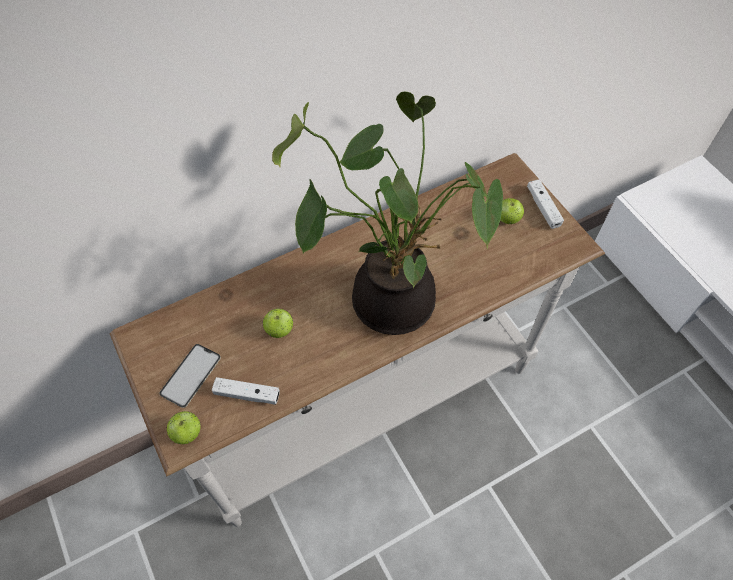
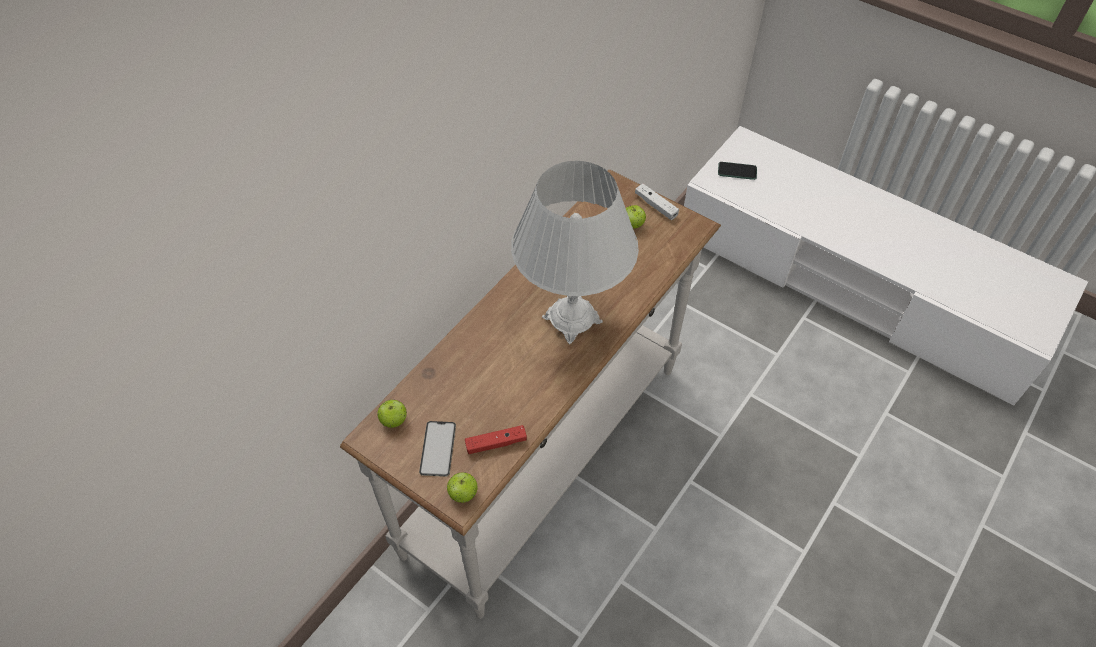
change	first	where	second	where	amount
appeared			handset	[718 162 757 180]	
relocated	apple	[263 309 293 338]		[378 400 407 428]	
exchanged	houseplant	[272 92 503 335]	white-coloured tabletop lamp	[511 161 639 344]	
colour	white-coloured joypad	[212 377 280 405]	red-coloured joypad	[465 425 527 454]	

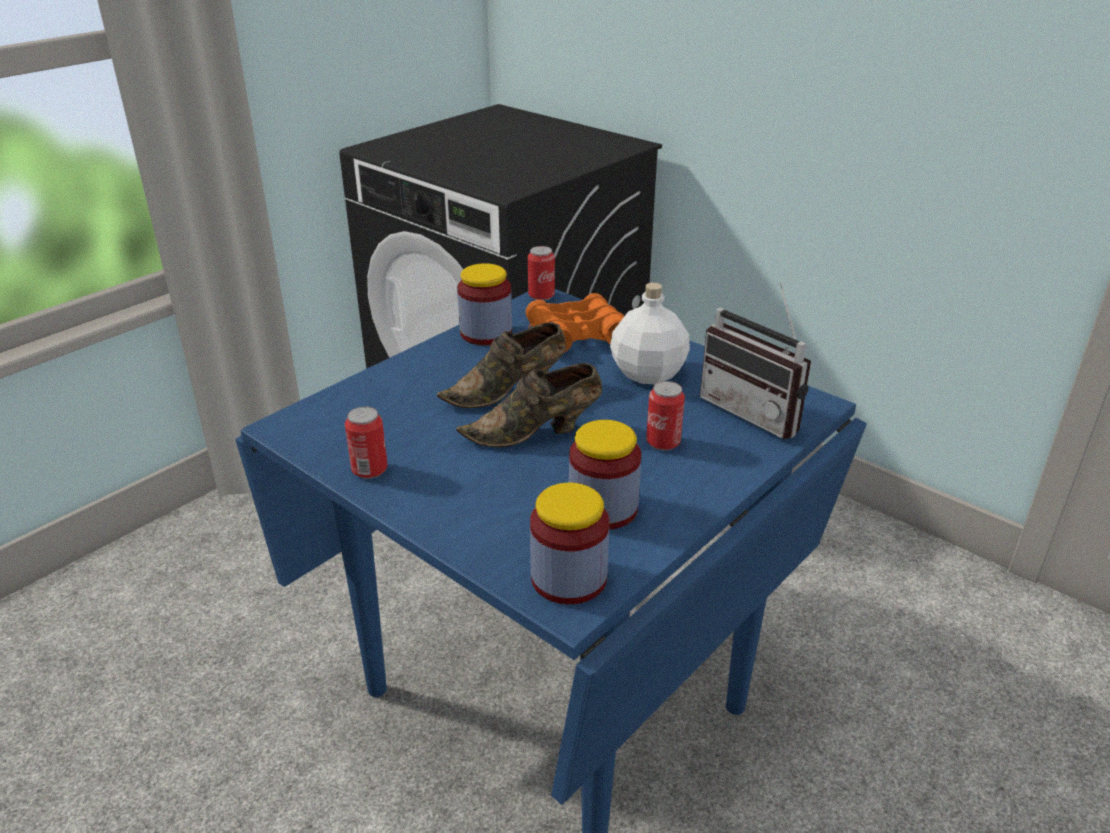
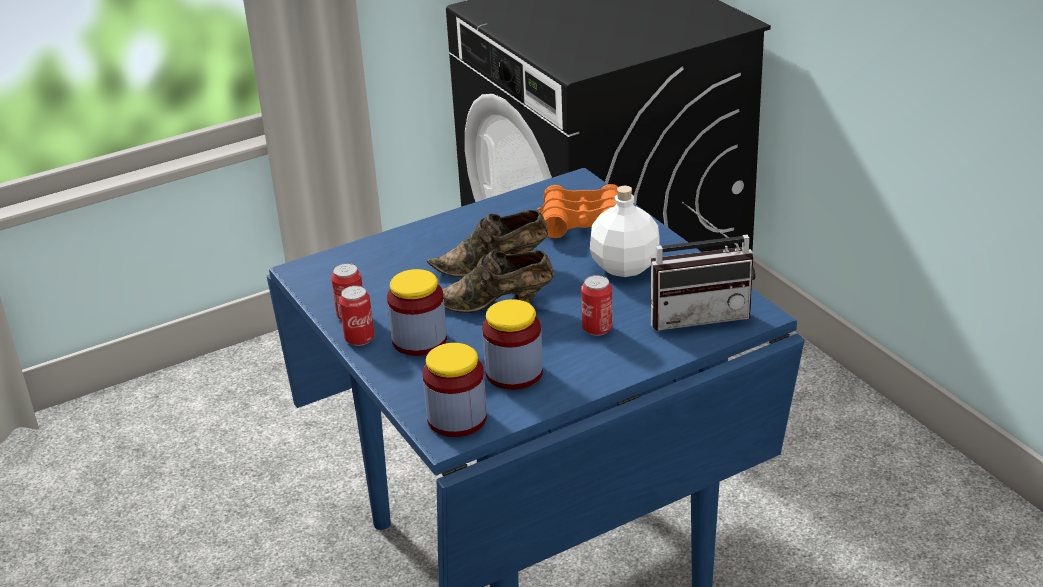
change	first	where	second	where	amount
relocated	preserve jar	[457 263 512 345]		[387 269 447 356]	
relocated	can	[528 246 555 301]		[339 285 375 346]	
spun	radio	[700 283 811 439]		[651 201 756 331]	75 degrees counterclockwise

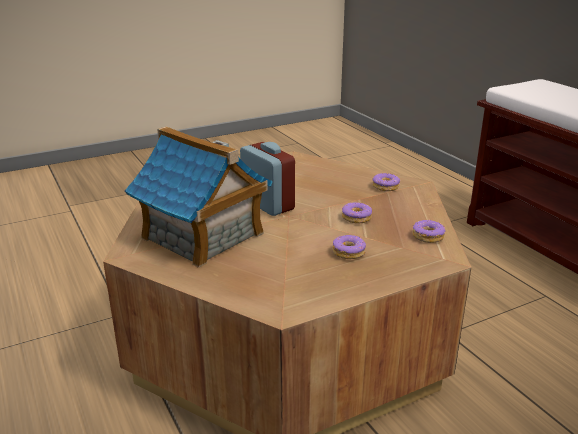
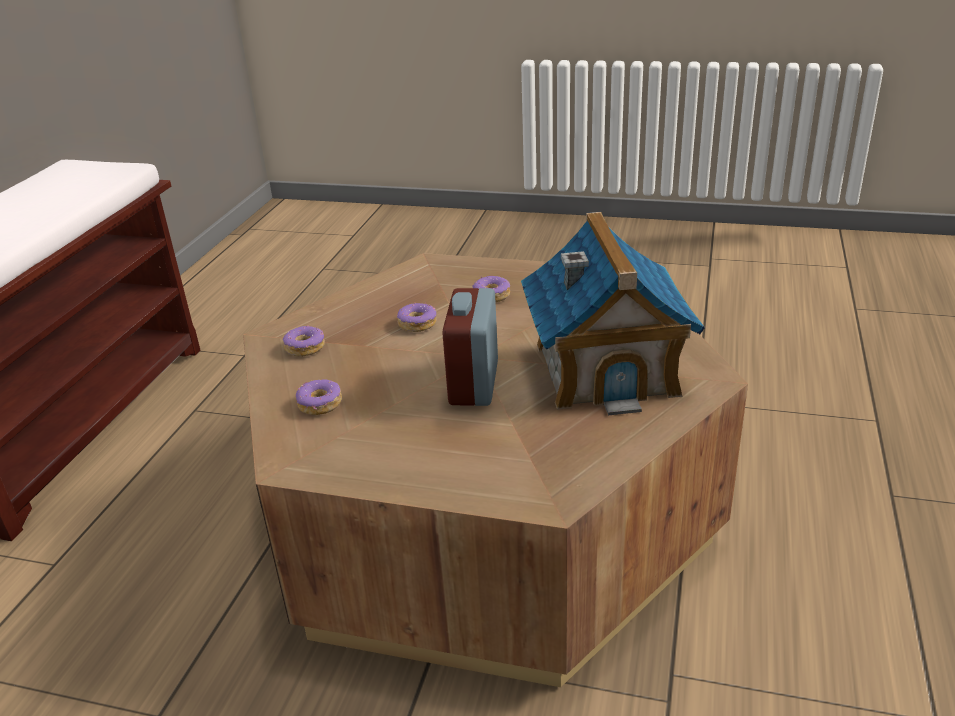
change	first	where	second	where	amount
relocated	ring doughnut	[412 220 445 243]		[295 379 342 415]	

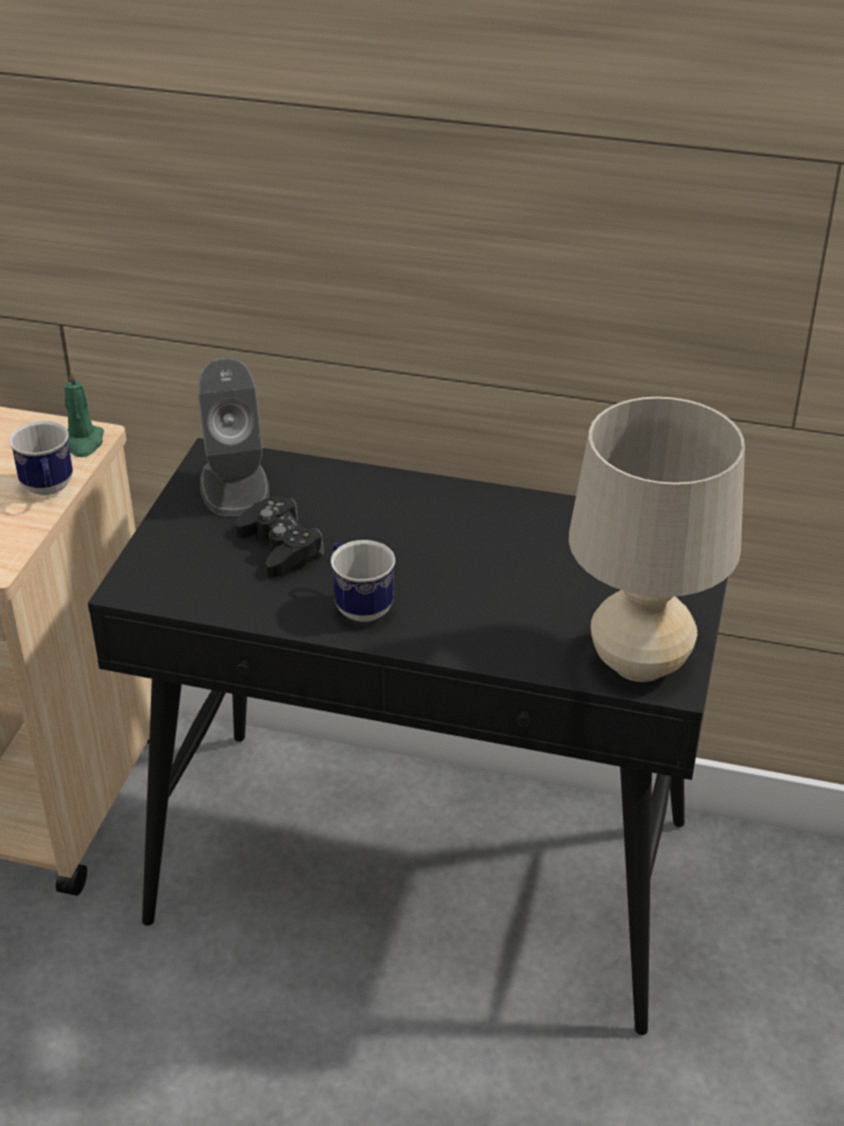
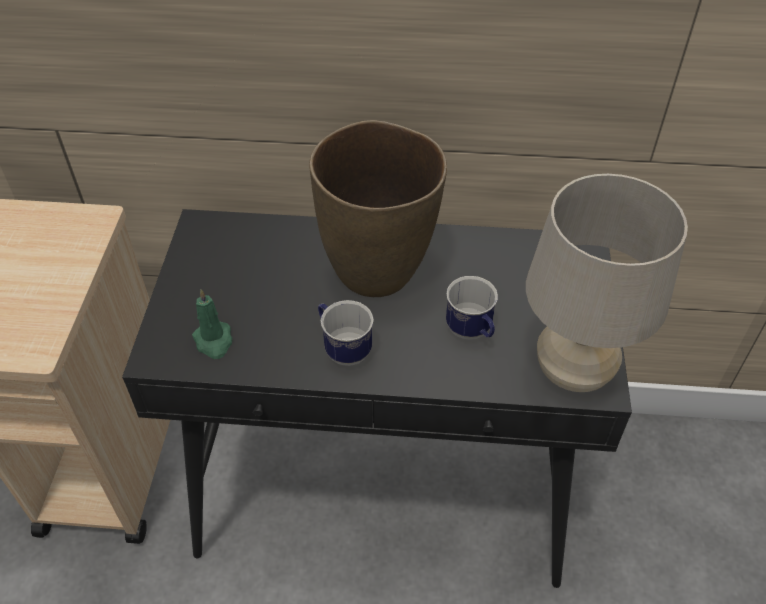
change	first	where	second	where	amount
missing	greyish speaker	[198 358 270 516]			
missing	black-coloured joypad	[235 497 324 578]			
appeared			brown vase	[309 120 447 297]	
relocated	coffee mug	[9 420 73 495]		[446 276 498 340]	
relocated	green-coloured wax light	[64 369 104 457]		[192 289 232 359]	

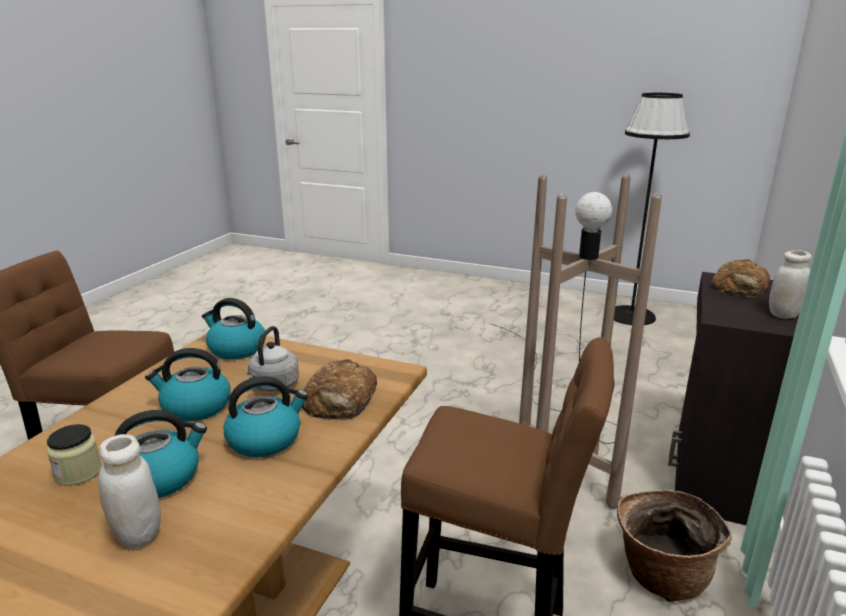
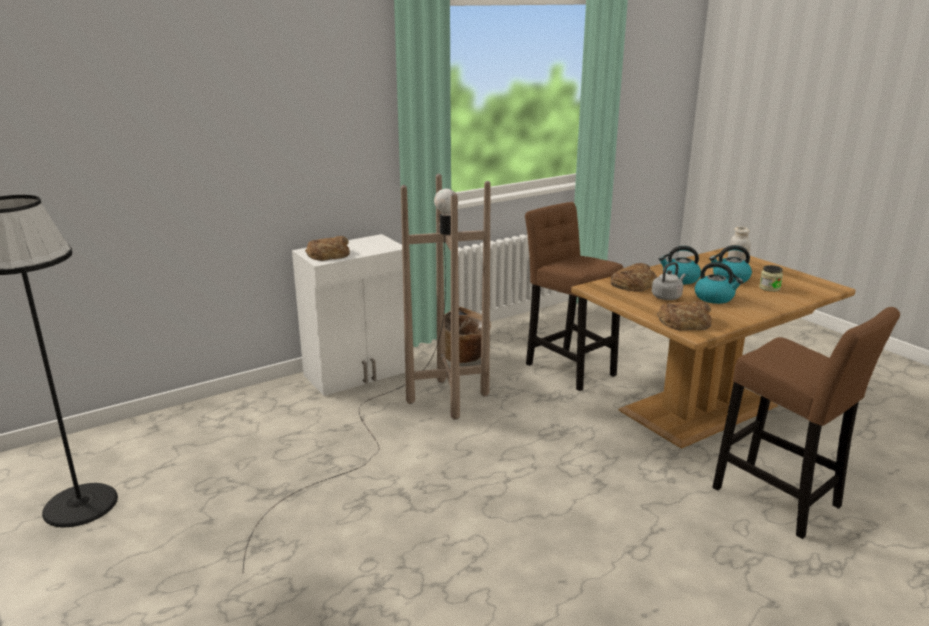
change	first	where	second	where	amount
missing	white-coloured preserve jar	[769 250 812 319]			
exchanged	kettle	[202 298 266 360]	bakery bread	[657 301 712 330]	
colour	black-coloured storage cabinet	[668 272 799 525]	white-coloured storage cabinet	[292 234 405 396]	

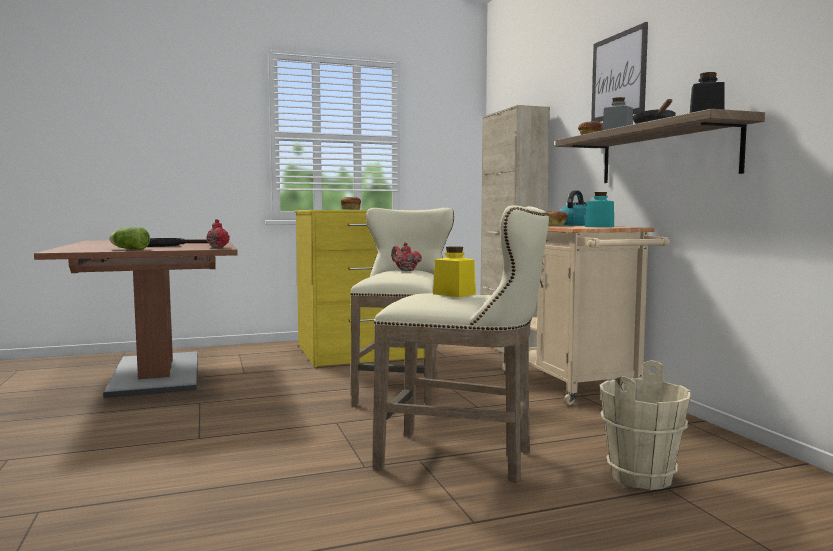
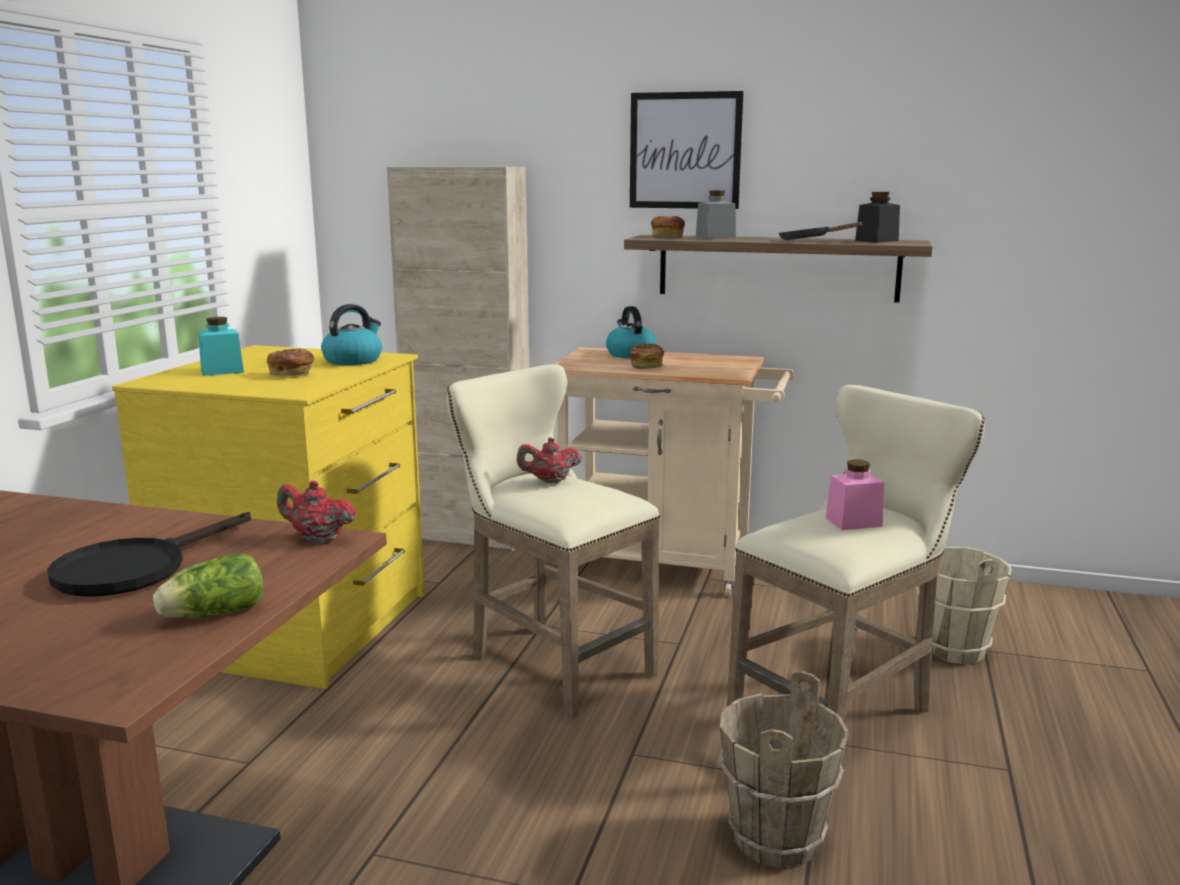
change	first	where	second	where	amount
appeared			kettle	[321 304 382 365]	
appeared			brown bucket	[720 671 849 868]	
relocated	turquoise preserve jar	[585 192 614 227]		[198 317 244 376]	
colour	yellow-coloured preserve jar	[433 246 476 297]	pink preserve jar	[826 459 884 530]	

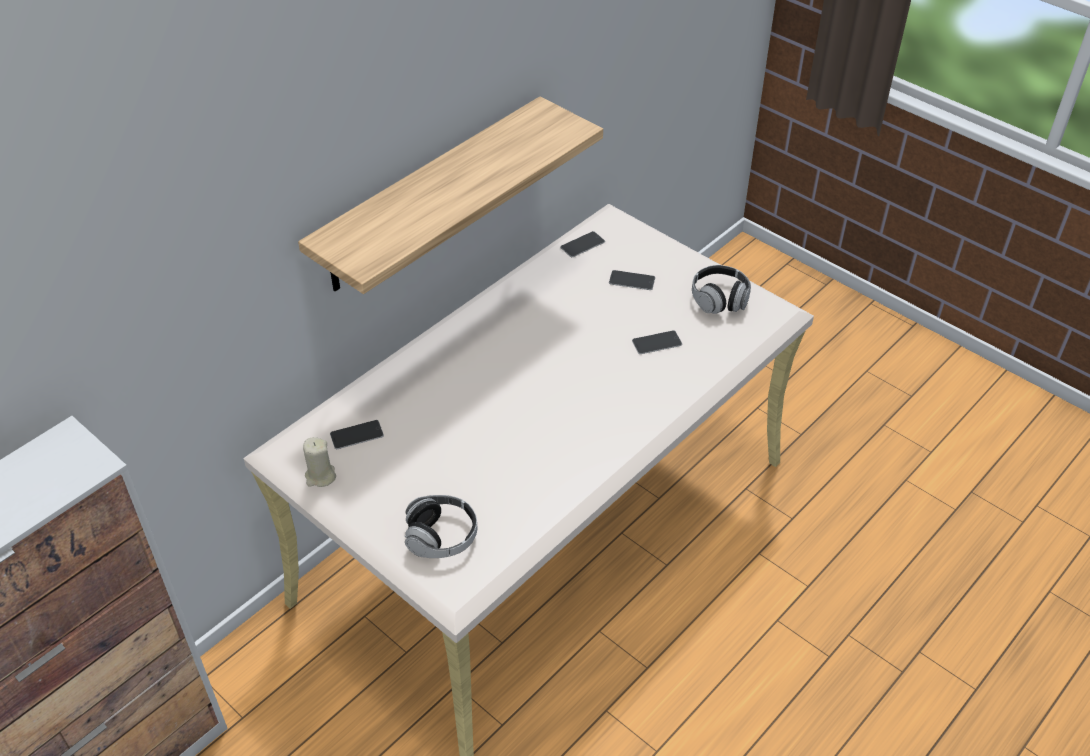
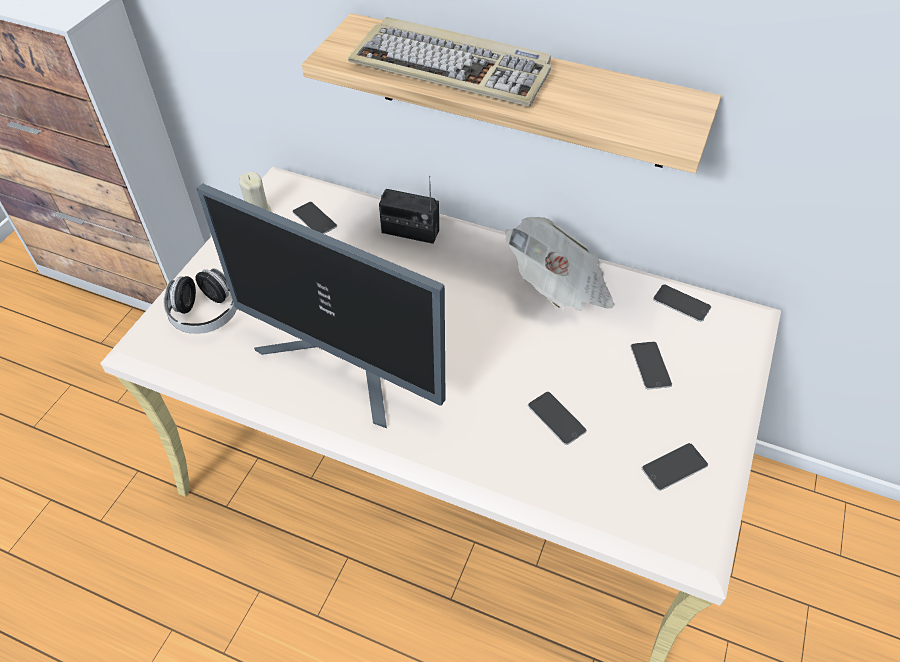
change	first	where	second	where	amount
appeared			computer display	[196 184 446 428]	
appeared			PC keyboard	[348 17 551 107]	
appeared			radio	[379 176 439 244]	
appeared			printed paper	[505 217 615 311]	
exchanged	headset	[692 265 751 314]	handset	[642 443 708 491]	

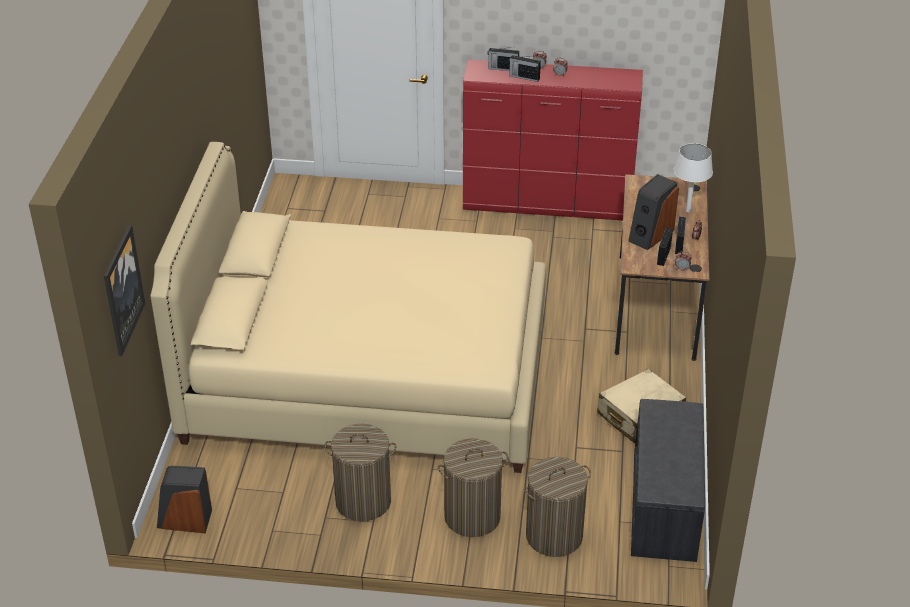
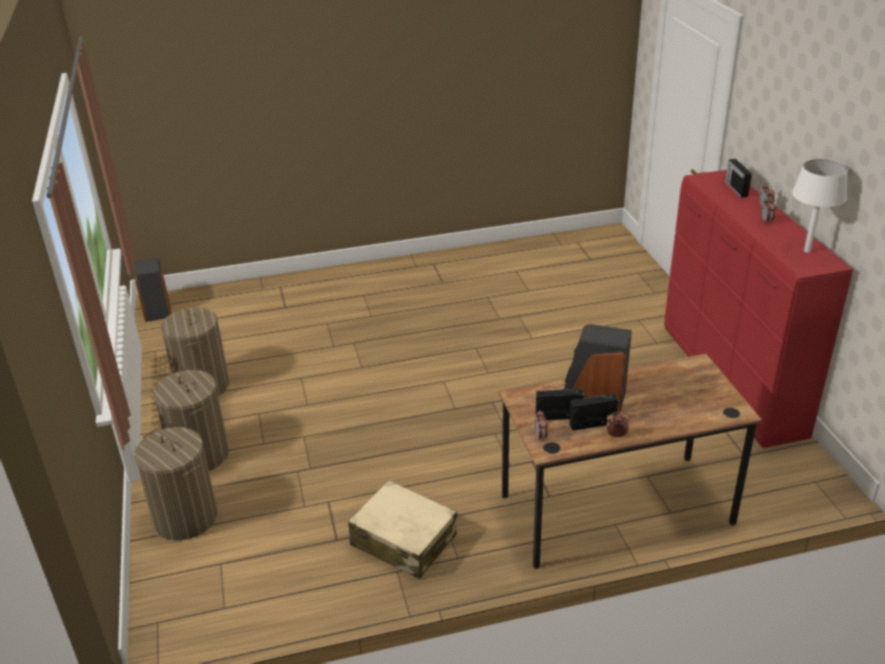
change	first	where	second	where	amount
missing	wall picture	[104 225 145 356]			
missing	beige sleeping bed	[151 142 546 473]			
missing	radio	[509 55 541 82]			
missing	greyish long seat	[631 399 705 562]			
relocated	white-coloured tabletop lamp	[673 143 713 212]		[792 159 848 253]	

